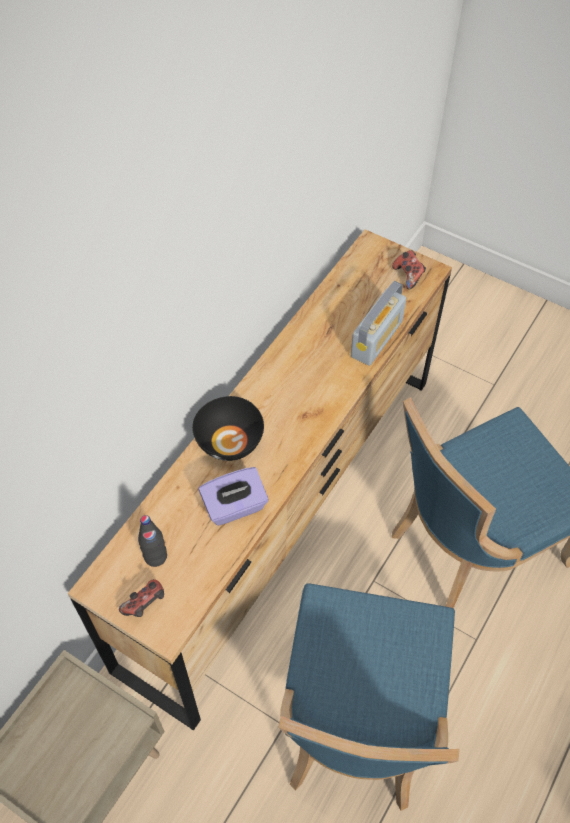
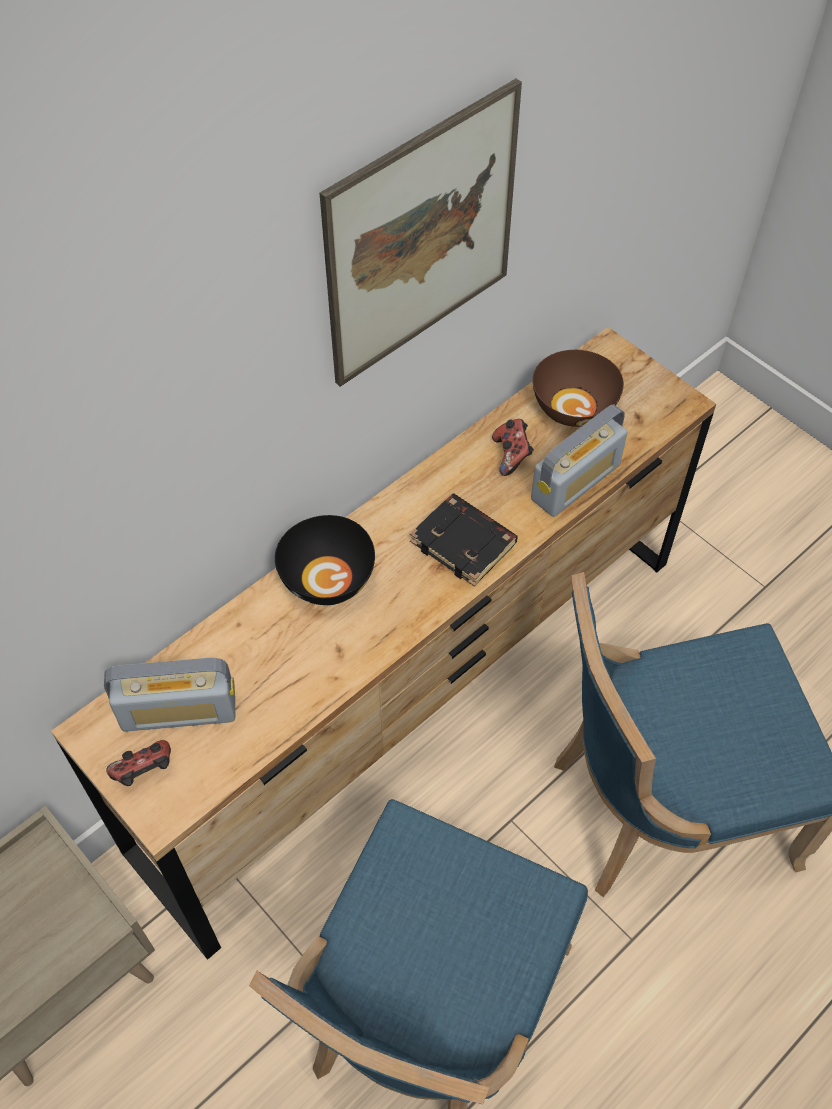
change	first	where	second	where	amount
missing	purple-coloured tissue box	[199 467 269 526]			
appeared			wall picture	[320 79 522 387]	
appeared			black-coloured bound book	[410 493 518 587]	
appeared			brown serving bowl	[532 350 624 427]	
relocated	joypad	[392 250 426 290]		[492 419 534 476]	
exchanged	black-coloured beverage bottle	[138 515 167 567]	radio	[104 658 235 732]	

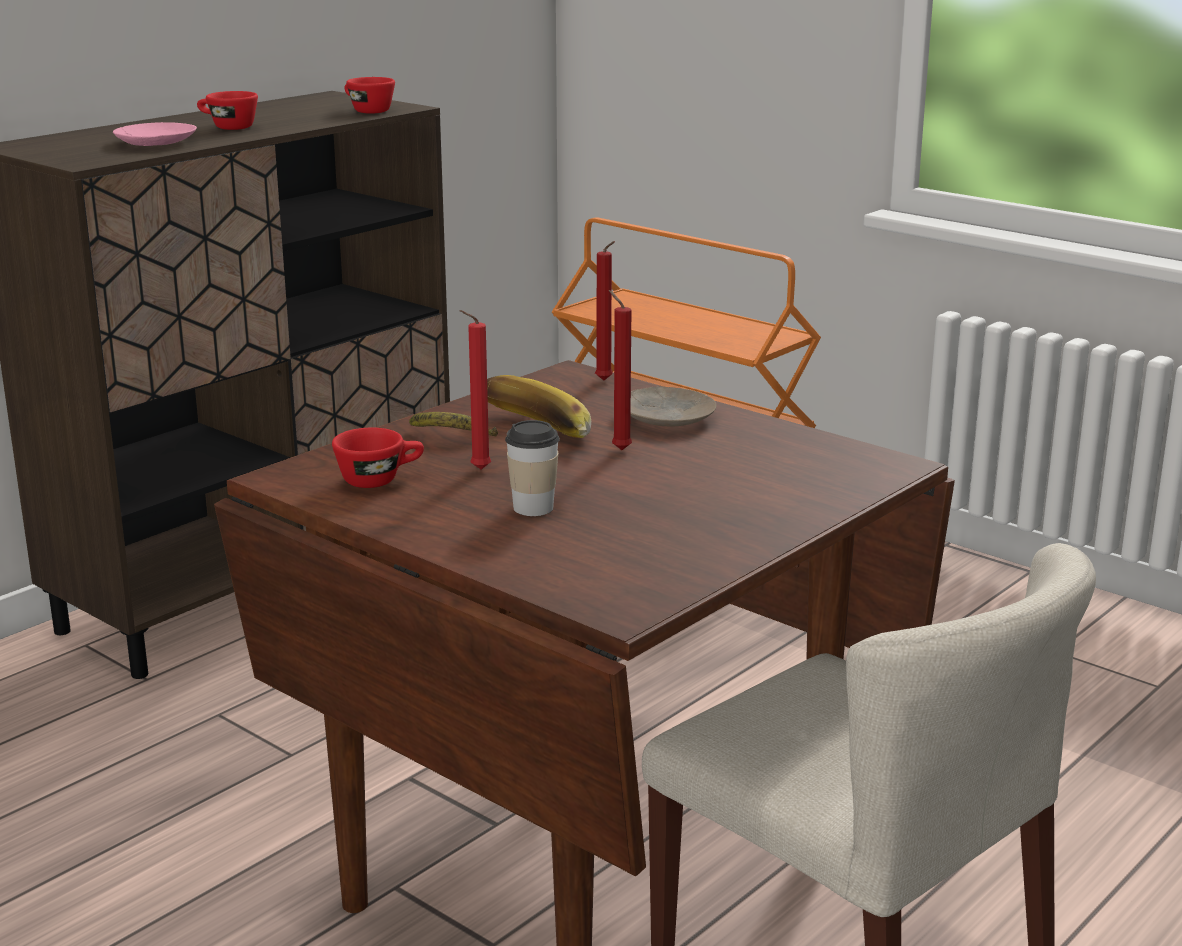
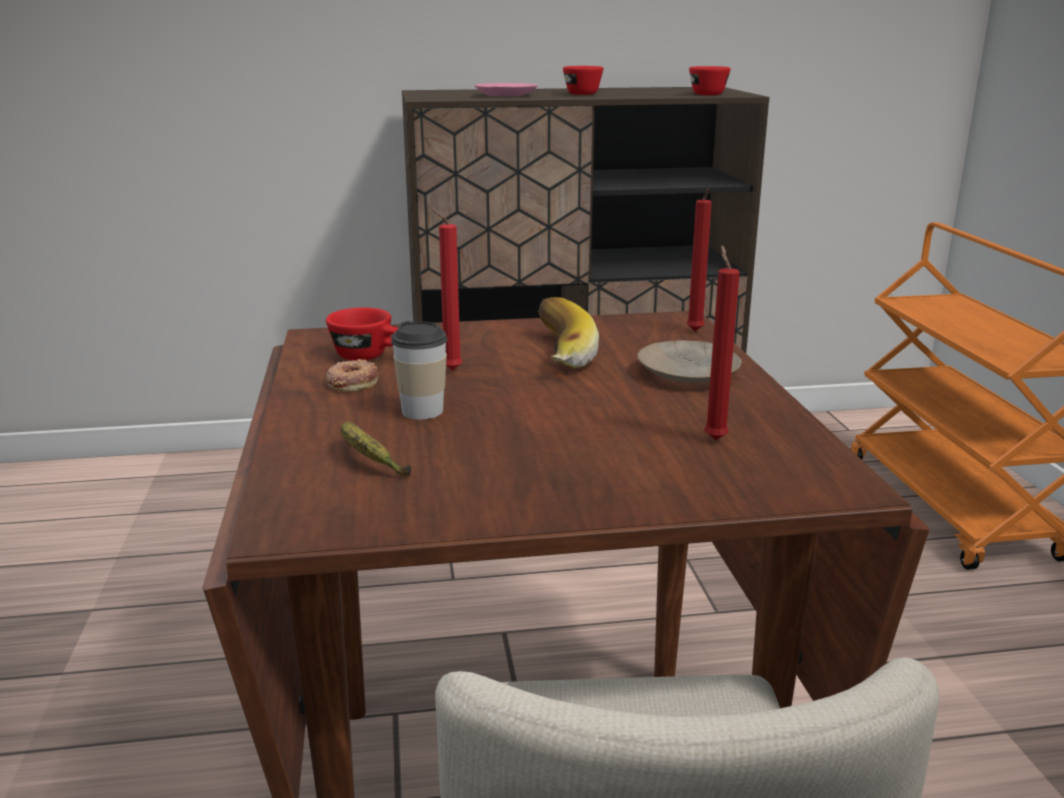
change	first	where	second	where	amount
appeared			ring doughnut	[326 359 378 392]	
relocated	whole banana	[409 412 498 436]		[340 422 411 477]	
relocated	red-coloured wax light	[609 290 632 450]		[704 245 740 440]	

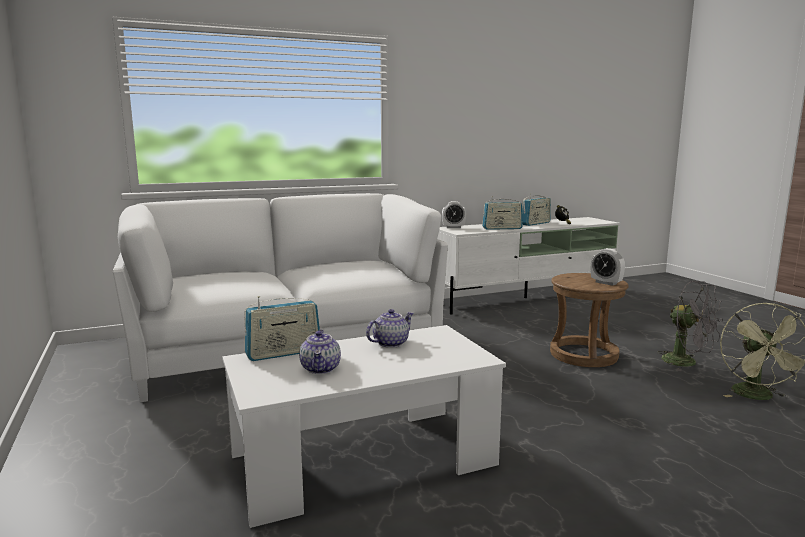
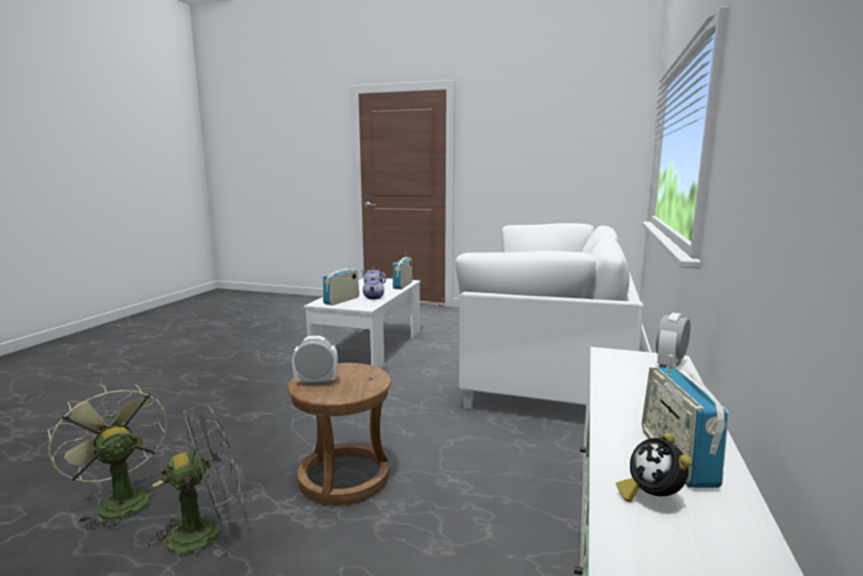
change	first	where	second	where	amount
relocated	radio	[482 196 523 230]		[323 264 359 305]	
spun	greyish cooling fan	[657 281 723 371]		[148 404 243 558]	150 degrees clockwise

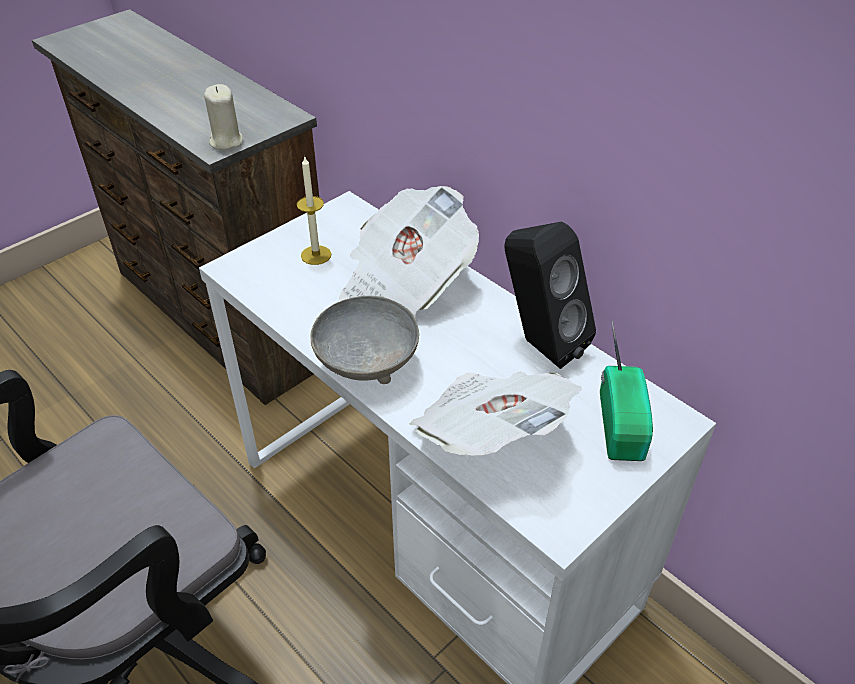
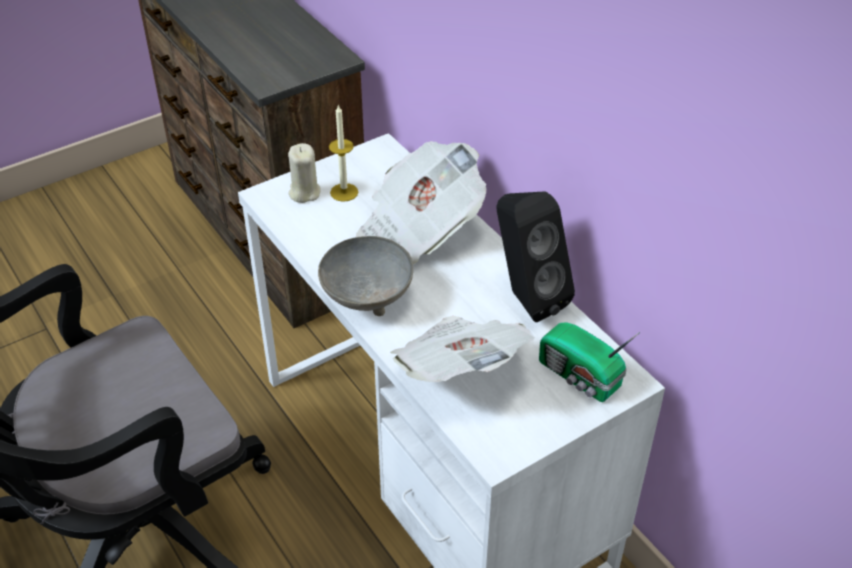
change	first	where	second	where	amount
relocated	beige wax light	[204 84 243 150]		[288 143 321 203]	
spun	radio	[600 321 653 461]		[539 322 640 402]	120 degrees clockwise

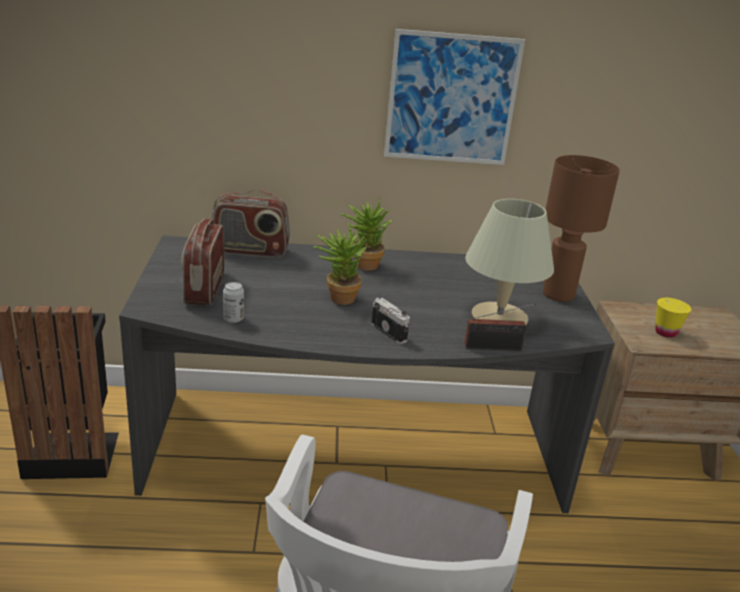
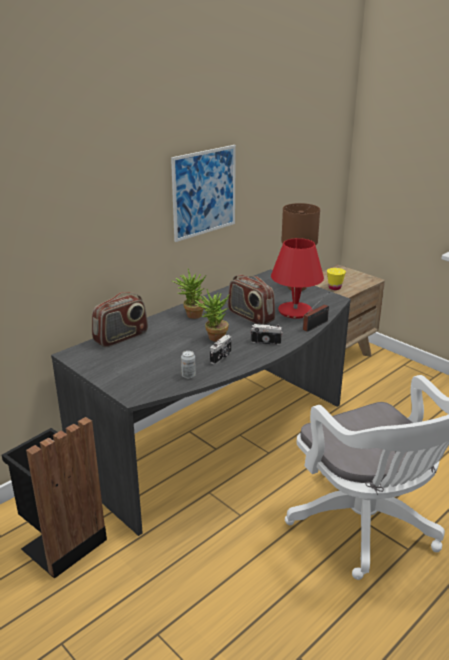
change	first	where	second	where	amount
appeared			photo camera	[210 335 231 365]	
relocated	radio	[181 218 224 305]		[228 275 275 325]	
colour	beige tabletop lamp	[465 199 554 325]	red-coloured tabletop lamp	[271 238 324 319]	

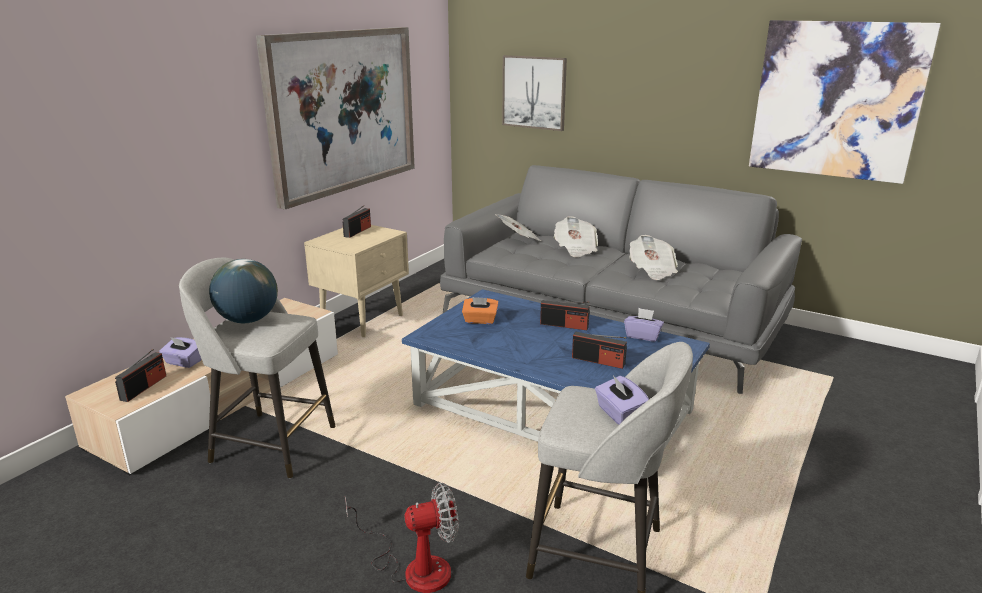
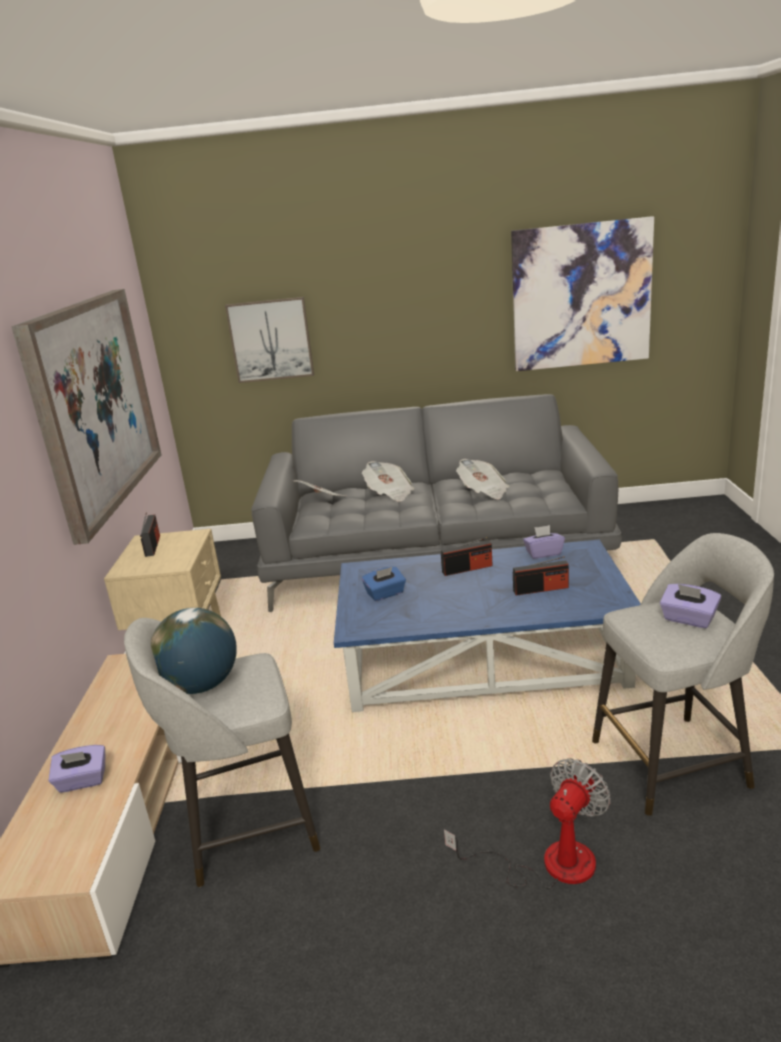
change	first	where	second	where	amount
missing	radio	[115 349 166 402]			
colour	orange tissue box	[462 297 499 324]	blue tissue box	[362 567 406 601]	

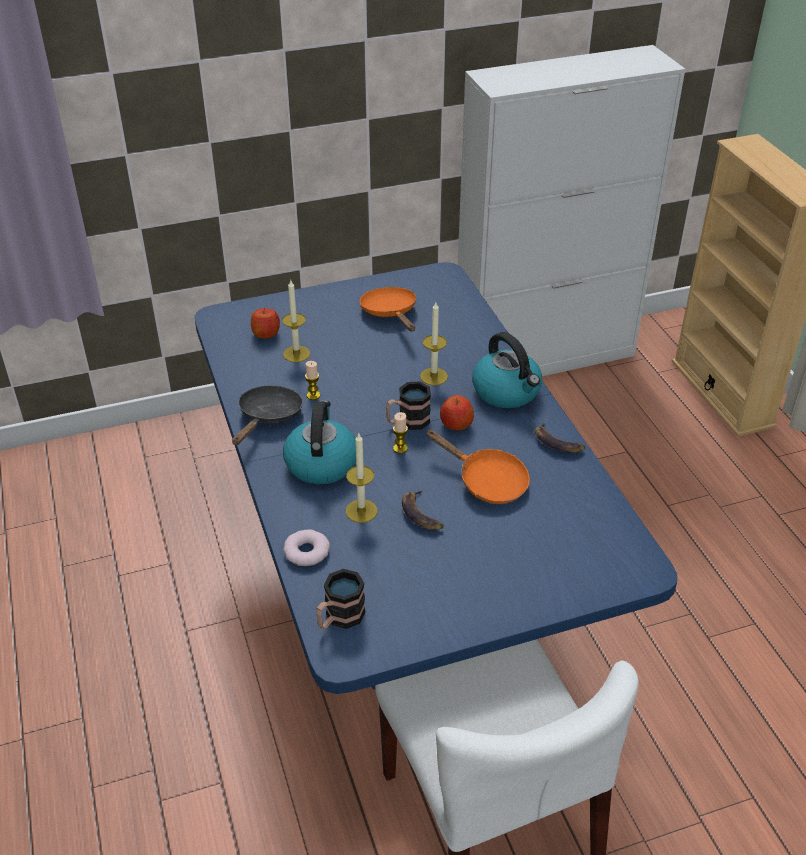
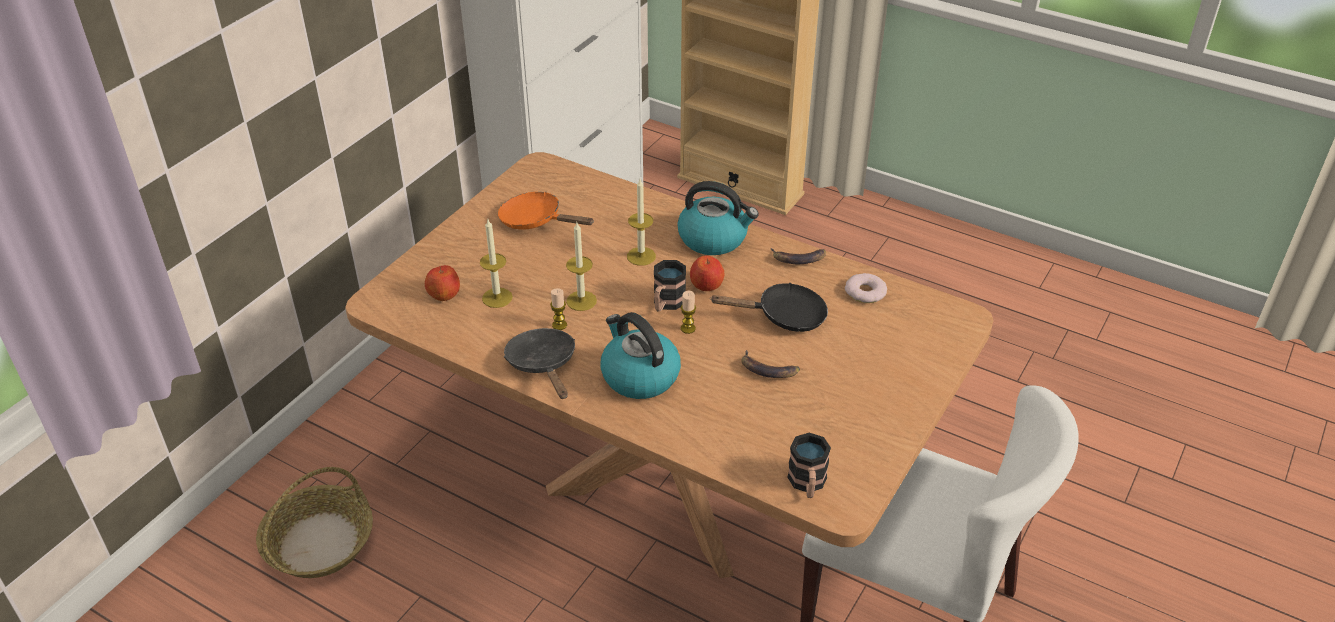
change	first	where	second	where	amount
appeared			basket	[256 467 373 578]	
relocated	ring doughnut	[283 529 330 566]		[845 273 887 303]	
relocated	wax light	[346 432 377 523]		[566 223 597 311]	
colour	blue dining table	[195 262 677 694]	brown dining table	[345 152 994 578]	
colour	orange skillet	[426 430 530 504]	black-coloured skillet	[710 283 828 332]	

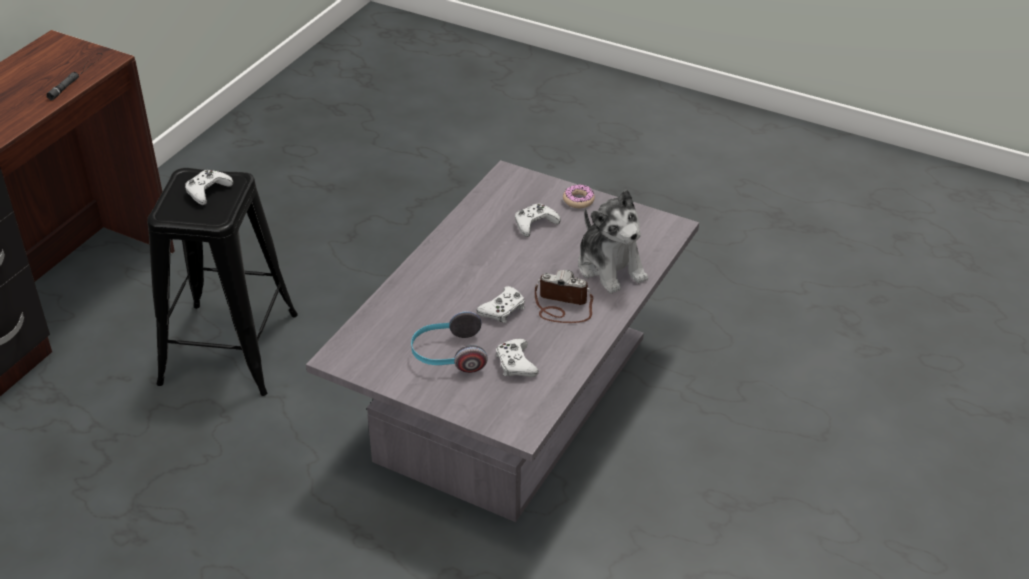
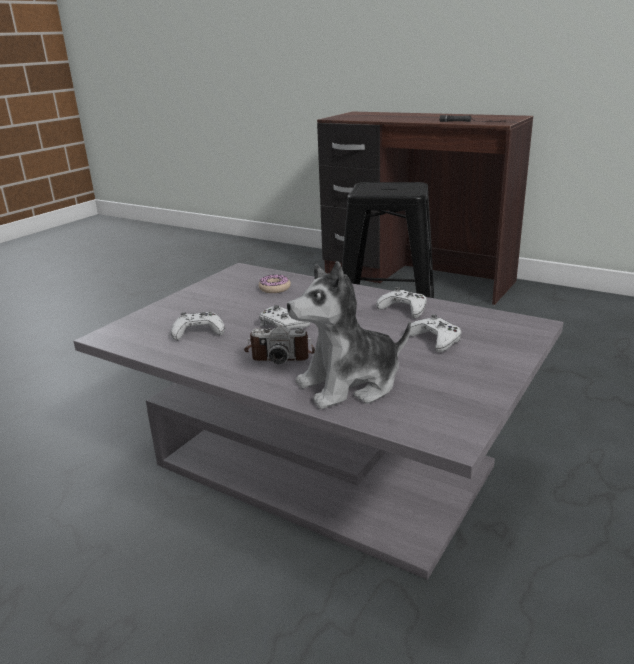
change	first	where	second	where	amount
missing	headset	[411 311 488 373]			
relocated	white-coloured joypad	[185 170 233 205]		[376 287 427 318]	
relocated	ring doughnut	[563 184 595 208]		[259 274 291 293]	
spun	photo camera	[535 270 593 323]		[244 325 315 364]	75 degrees clockwise

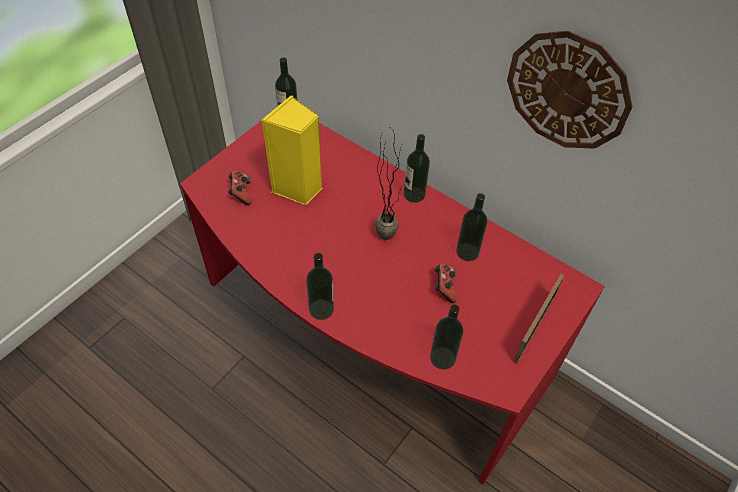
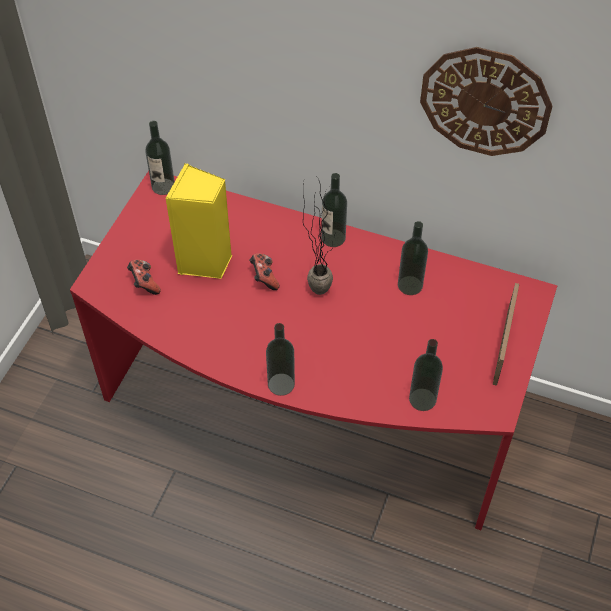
change	first	where	second	where	amount
relocated	joypad	[435 264 457 303]		[249 254 279 290]	

